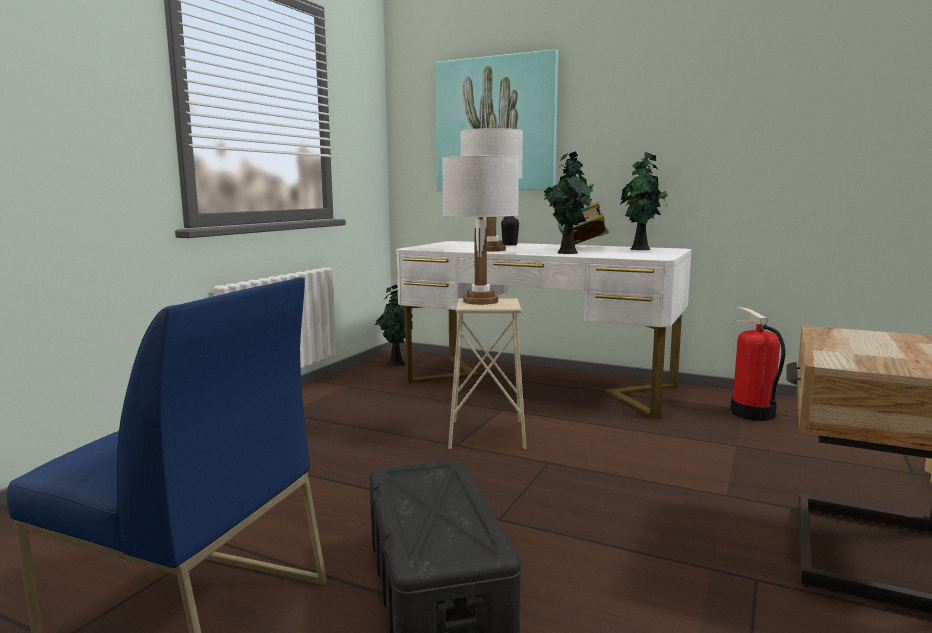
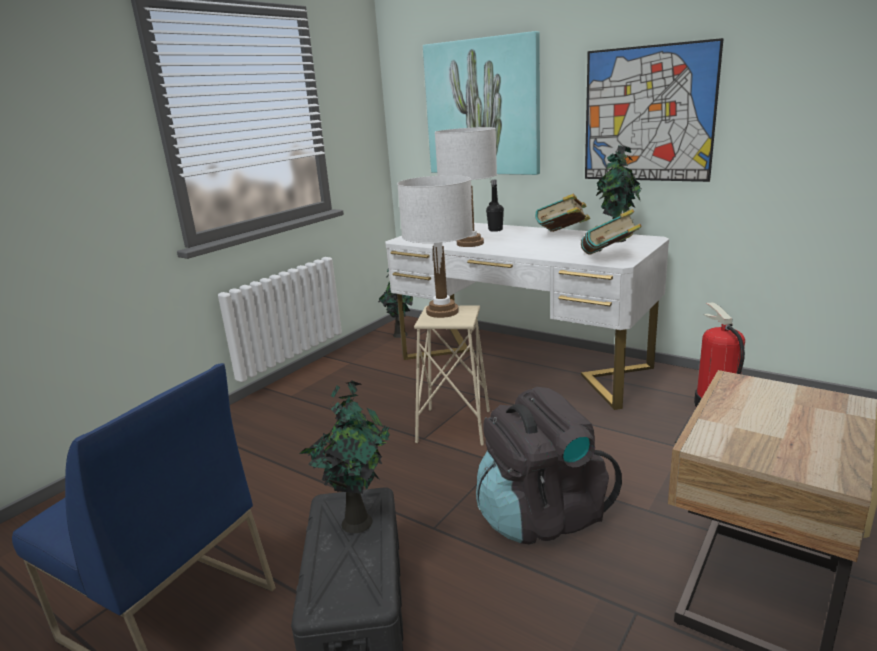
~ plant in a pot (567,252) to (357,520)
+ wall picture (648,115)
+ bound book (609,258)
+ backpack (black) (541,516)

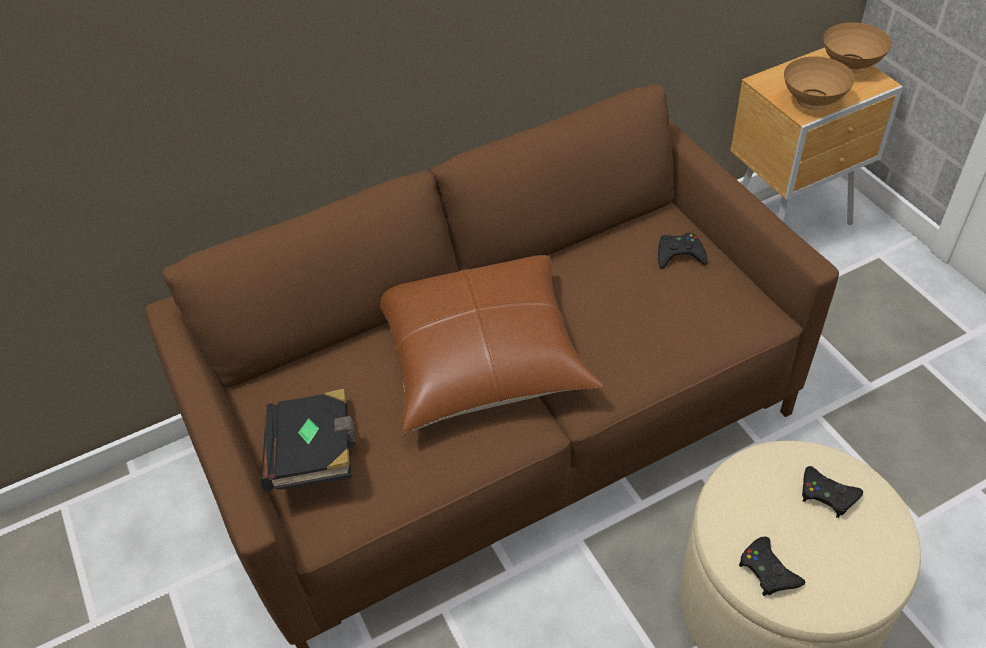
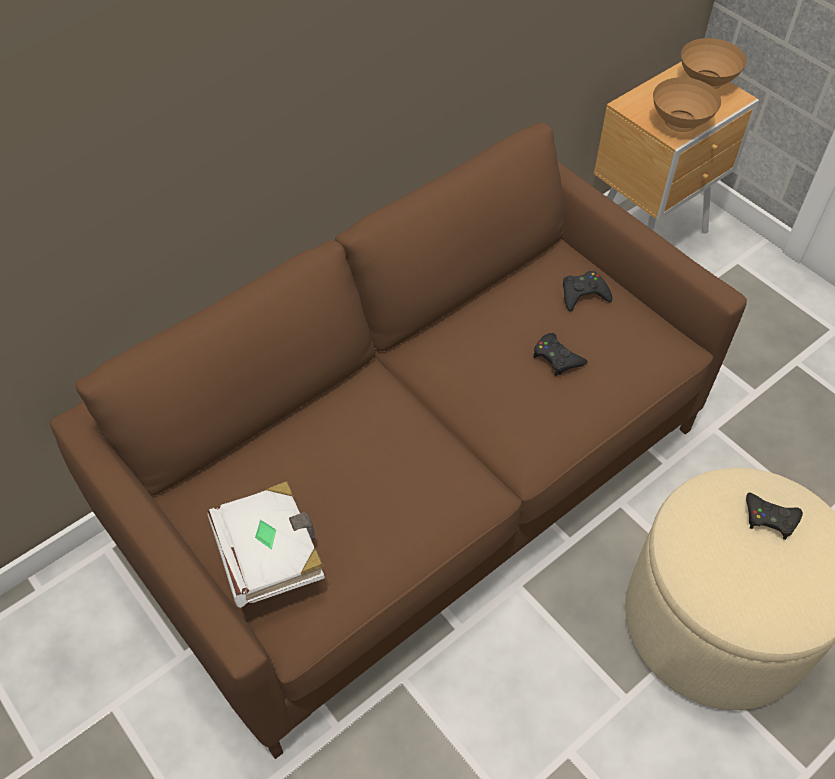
- pillow (brown) (483,359)
~ bound book (black) (315,453) to bound book (white-coloured) (270,554)
~ game controller (black) (768,571) to (557,358)

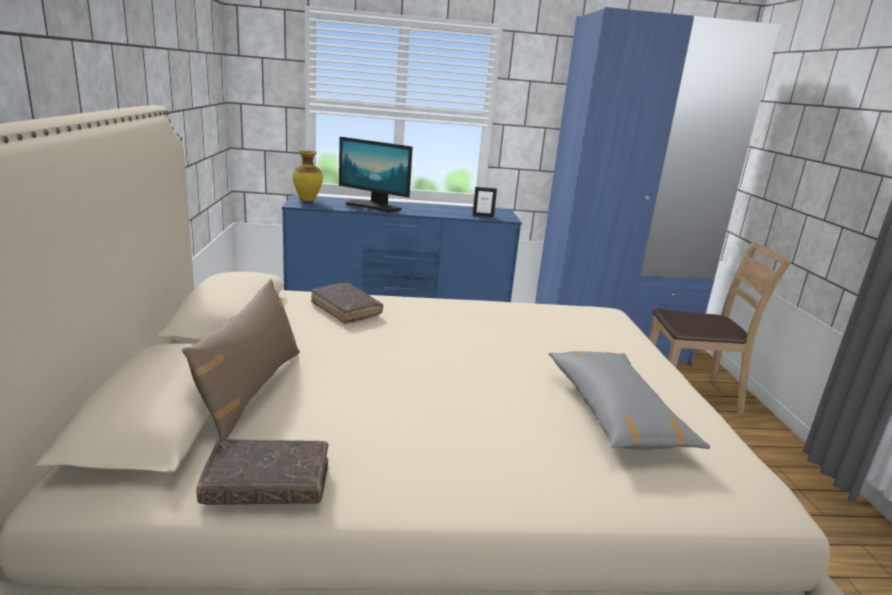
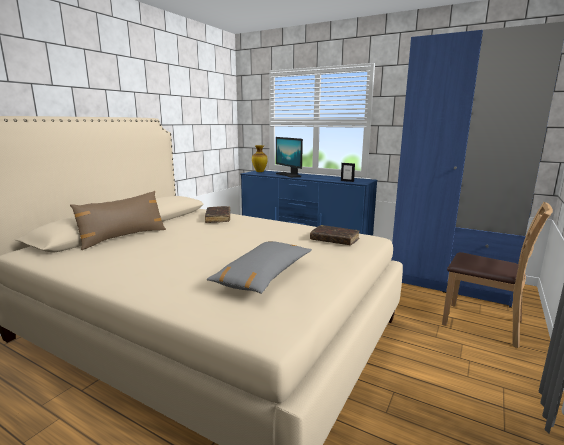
~ bound book (brown) (267,484) to (334,240)

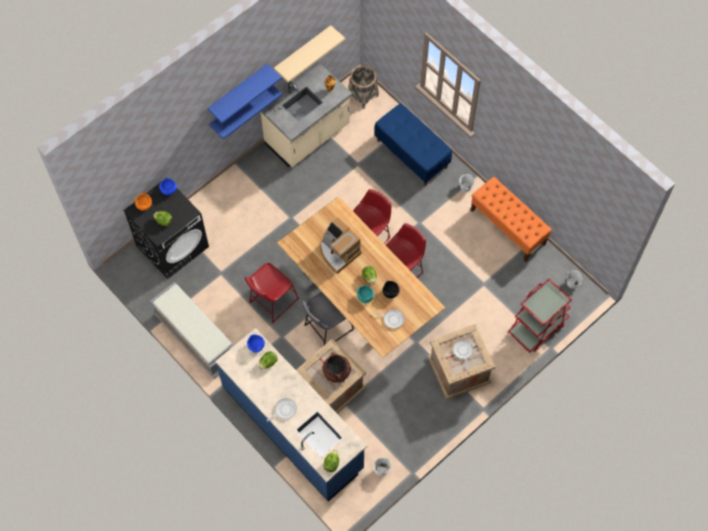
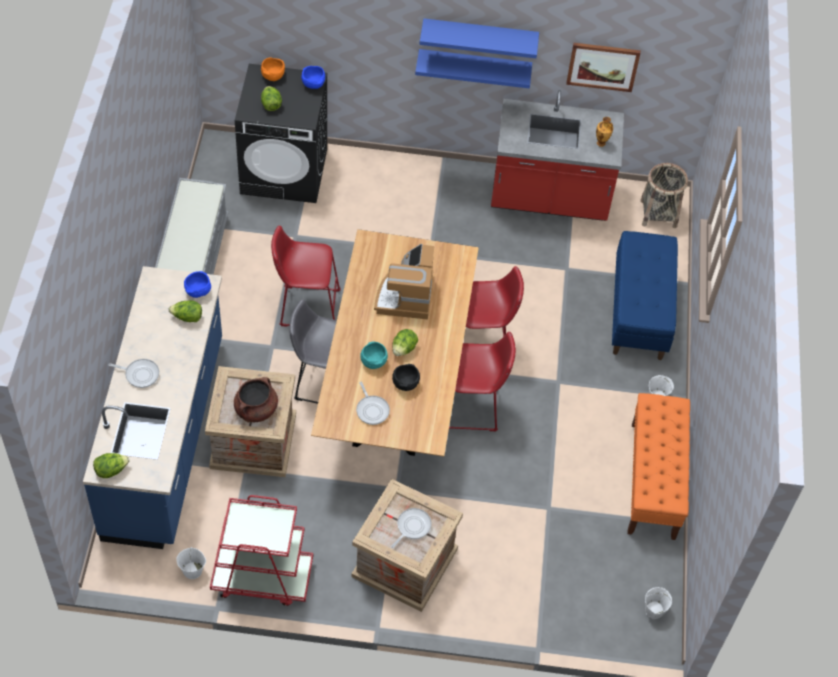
~ wall shelf (beige) (302,51) to wall picture (603,66)
~ counter (beige) (308,136) to counter (red) (549,198)
~ wheeled cart (red) (537,327) to (262,577)

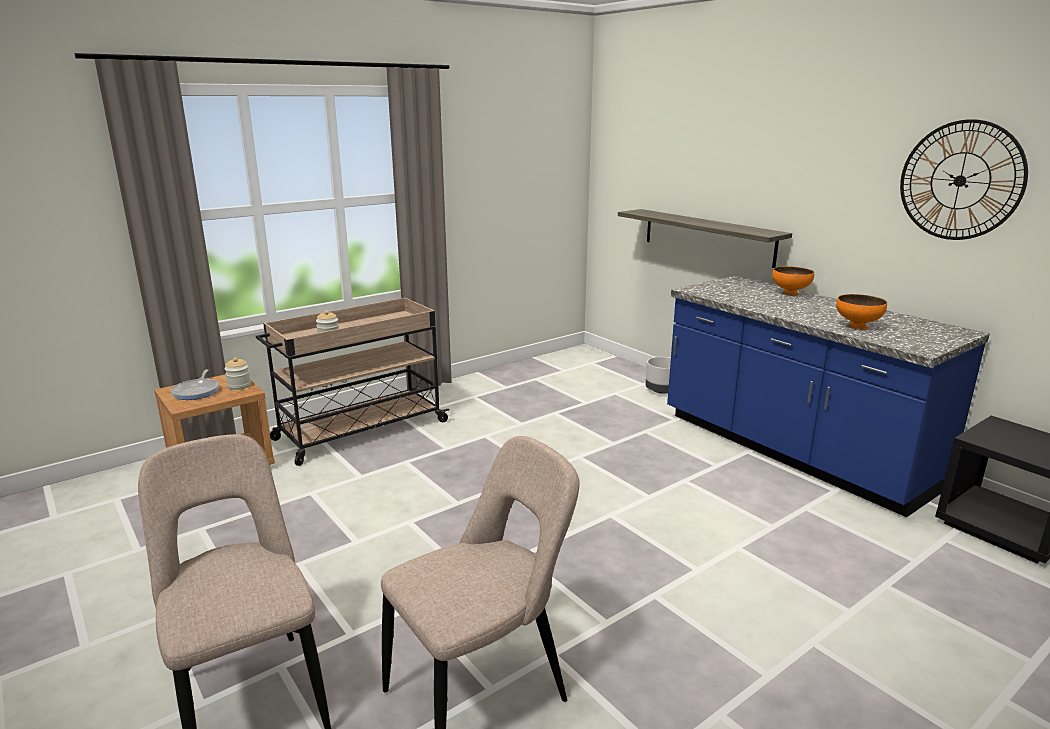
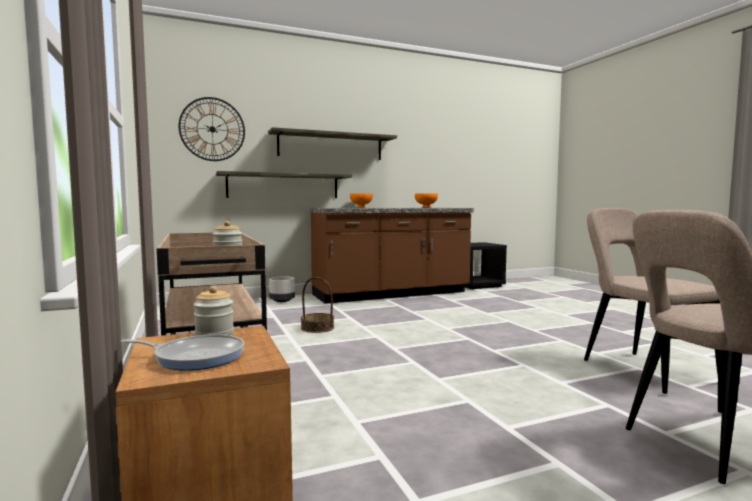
~ hanging clock (960,181) to (212,129)
~ counter (bluish) (792,450) to counter (brown) (391,294)
+ wall shelf (331,146)
+ household basket (317,328)

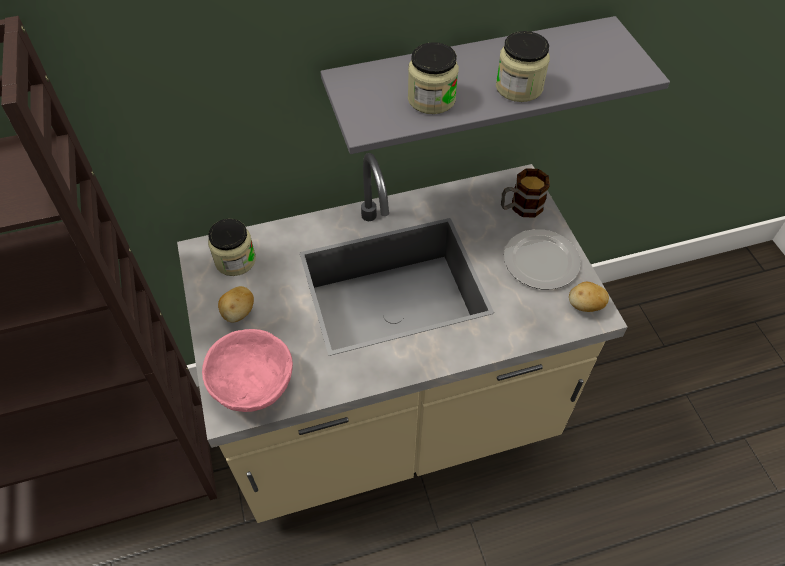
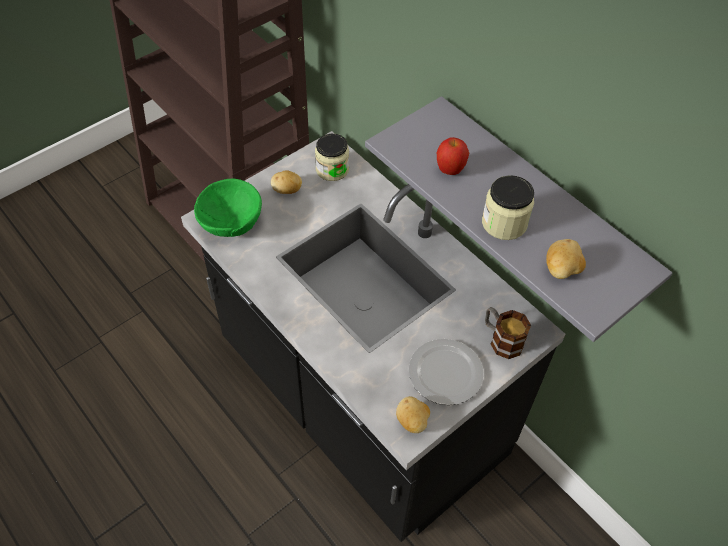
~ jar (431,99) to apple (450,170)
~ counter (beige) (392,420) to counter (black) (360,401)
~ serving bowl (pinkish) (255,385) to serving bowl (greenish) (231,224)
+ spud (561,270)

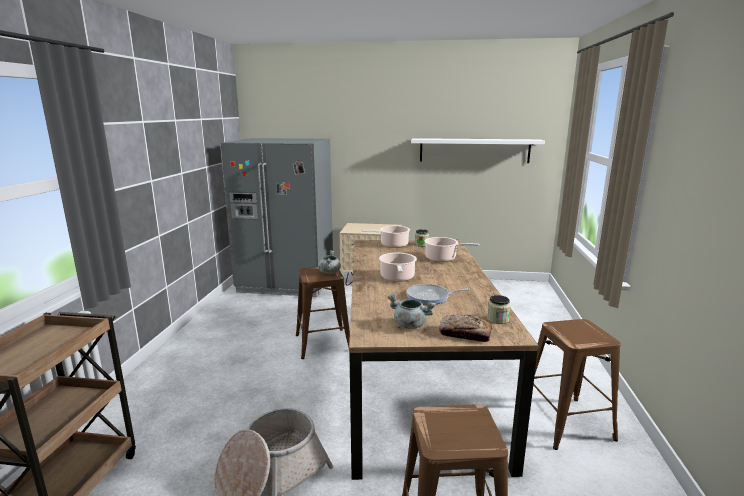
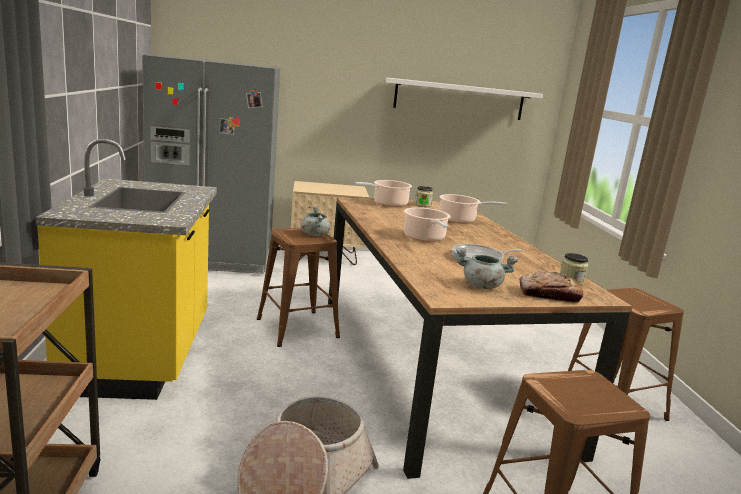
+ counter (yellow-coloured) (142,355)

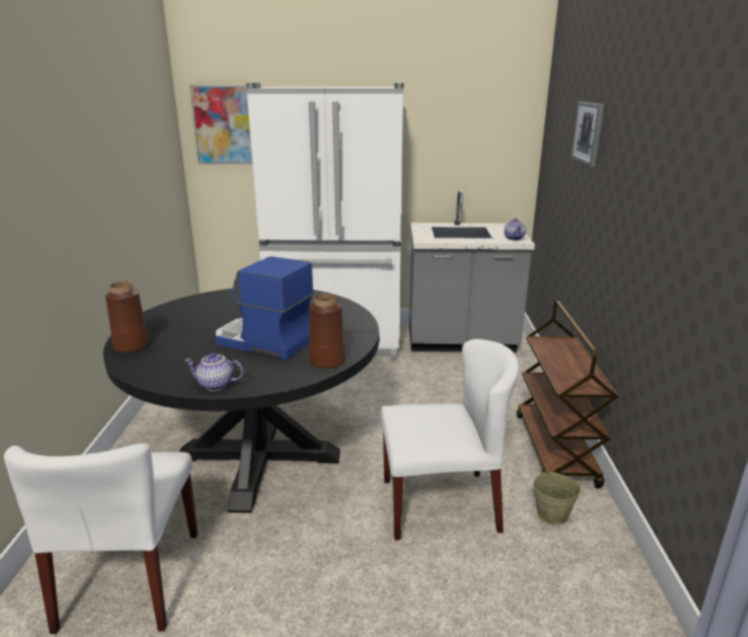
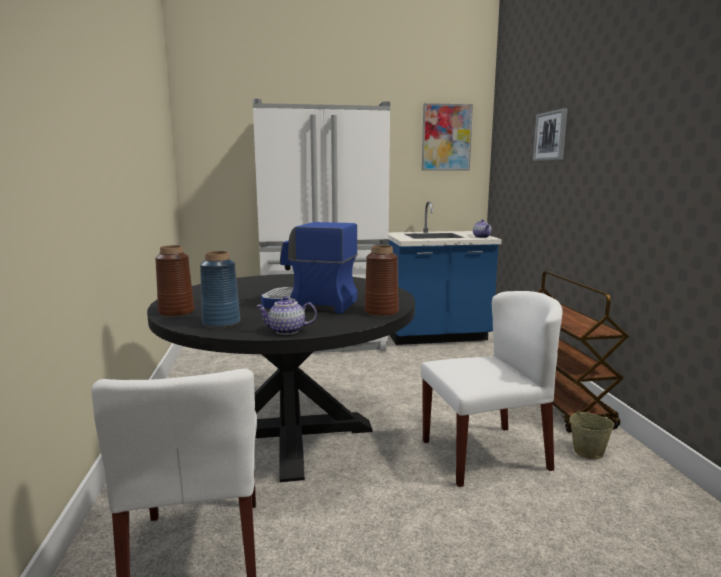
~ wall picture (224,125) to (446,137)
~ counter (greyish) (461,342) to counter (bluish) (436,336)
+ flower vase (bluish) (221,323)

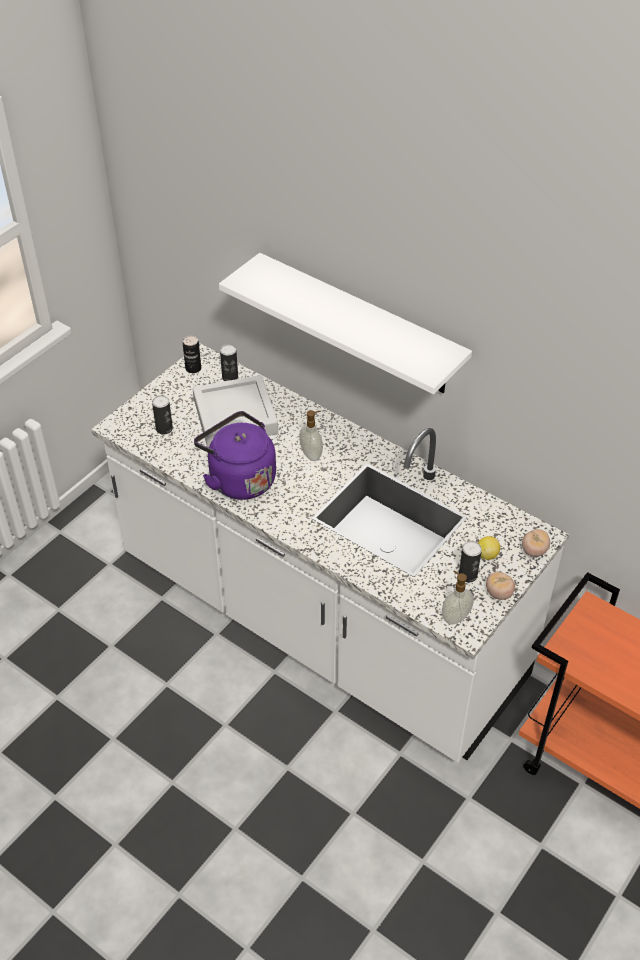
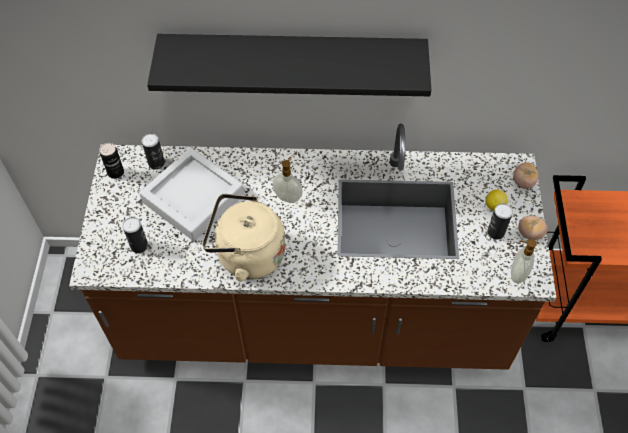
~ wall shelf (white-coloured) (360,325) to wall shelf (black) (292,60)
~ counter (white-coloured) (320,620) to counter (brown) (314,317)
~ kettle (purplish) (239,478) to kettle (beige) (246,255)

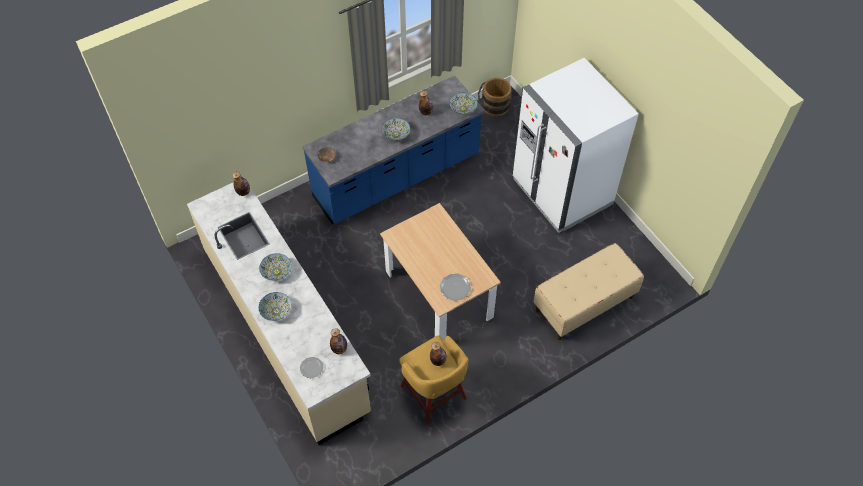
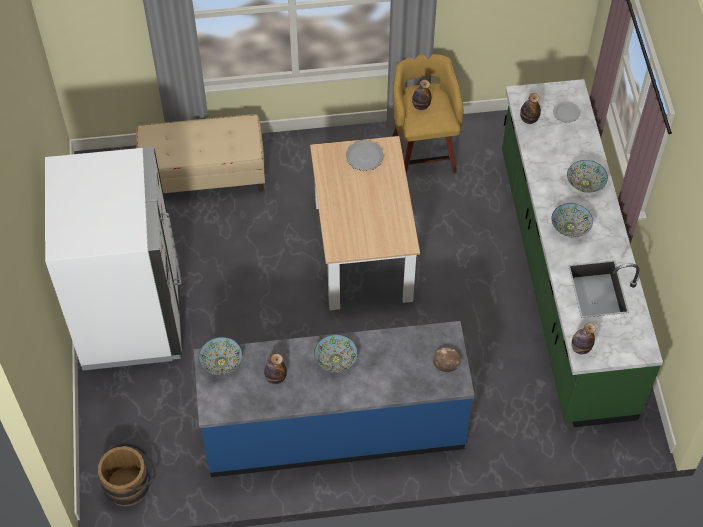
~ counter (beige) (286,329) to counter (greenish) (563,281)

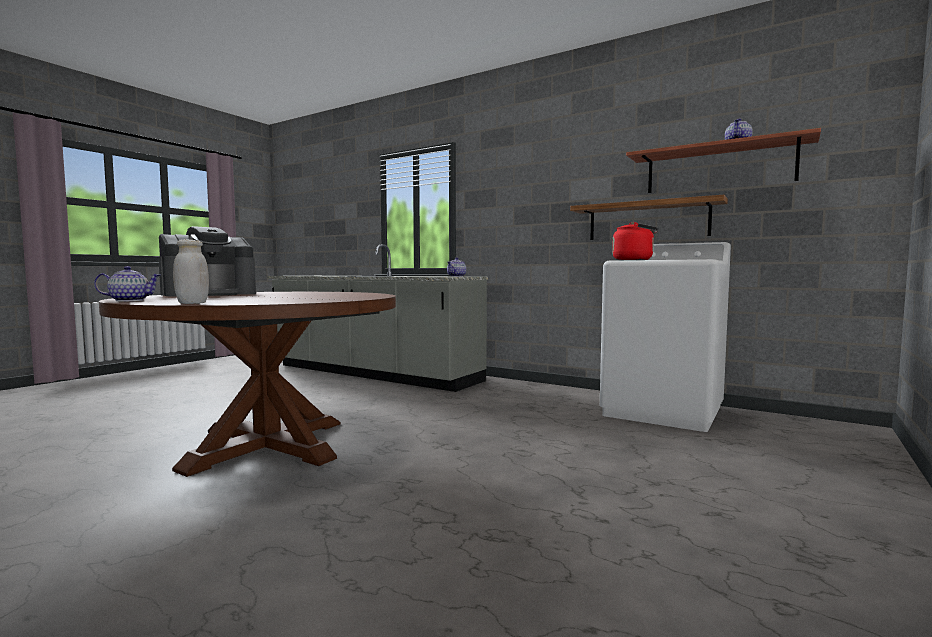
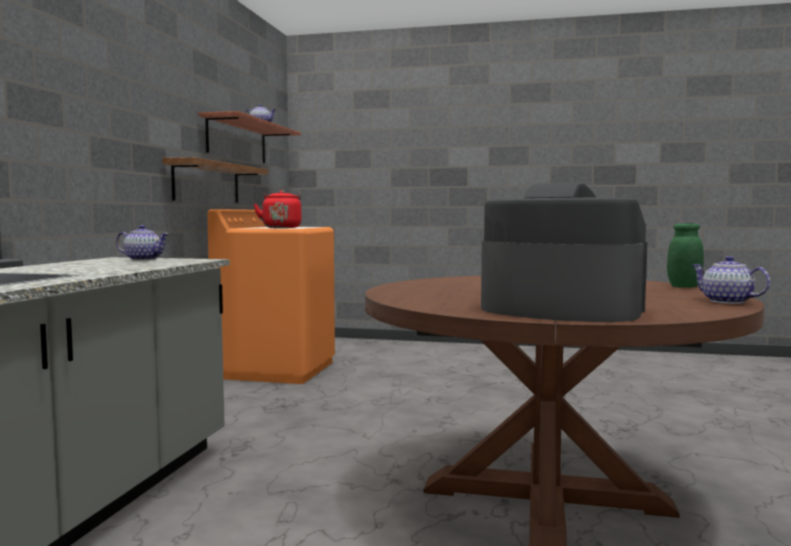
~ jar (white-coloured) (192,303) to jar (greenish) (684,287)
~ laundry appliance (white-coloured) (663,411) to laundry appliance (orange-coloured) (276,369)

